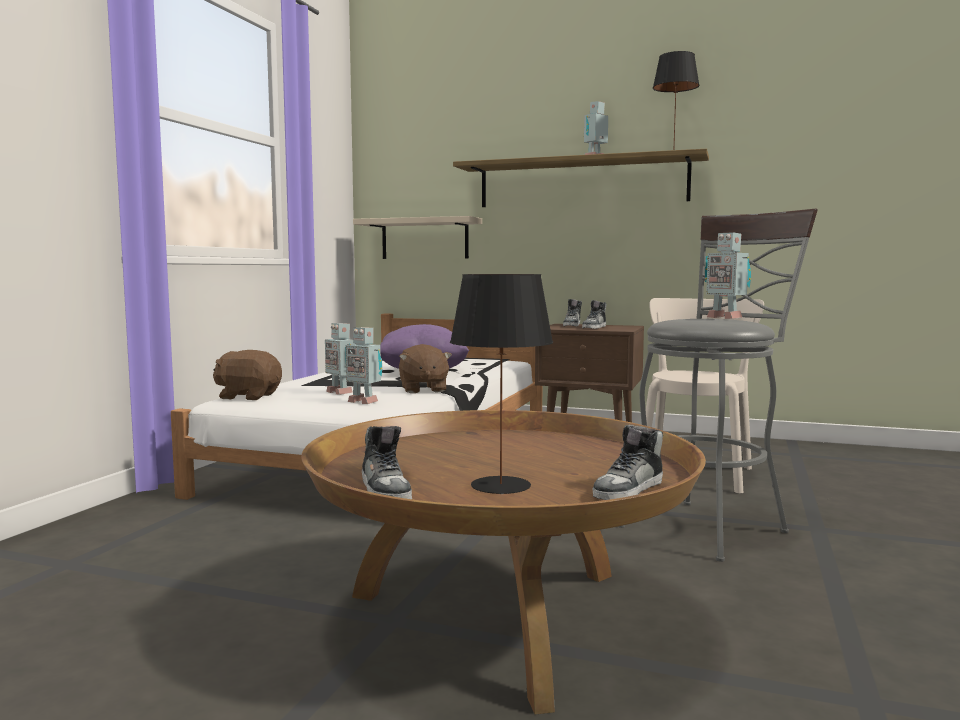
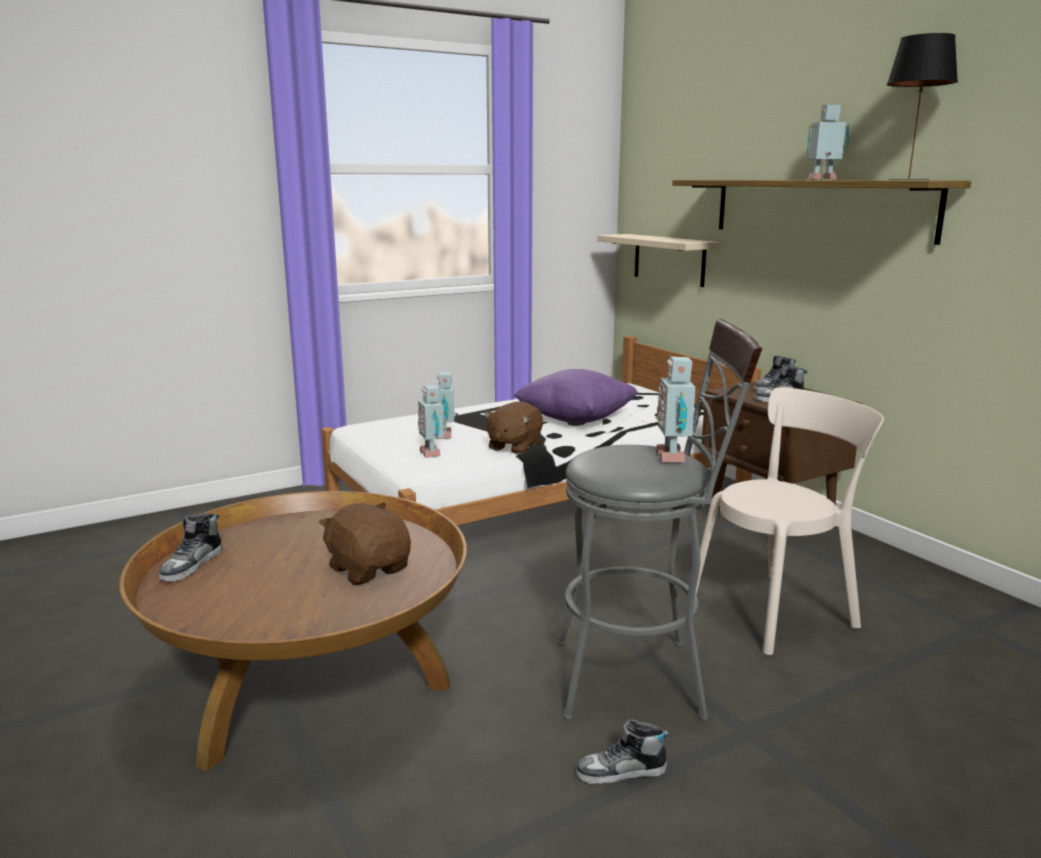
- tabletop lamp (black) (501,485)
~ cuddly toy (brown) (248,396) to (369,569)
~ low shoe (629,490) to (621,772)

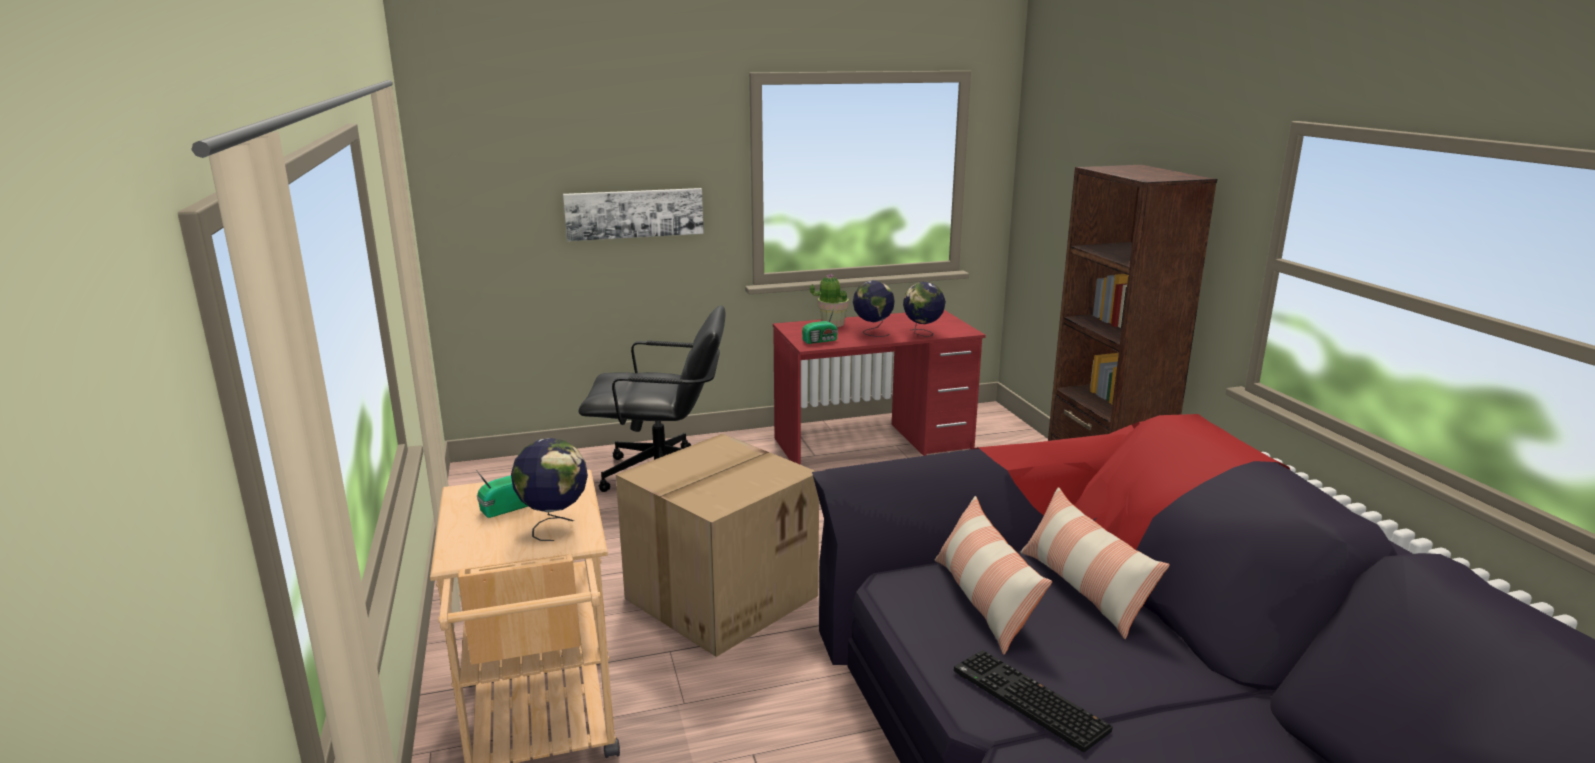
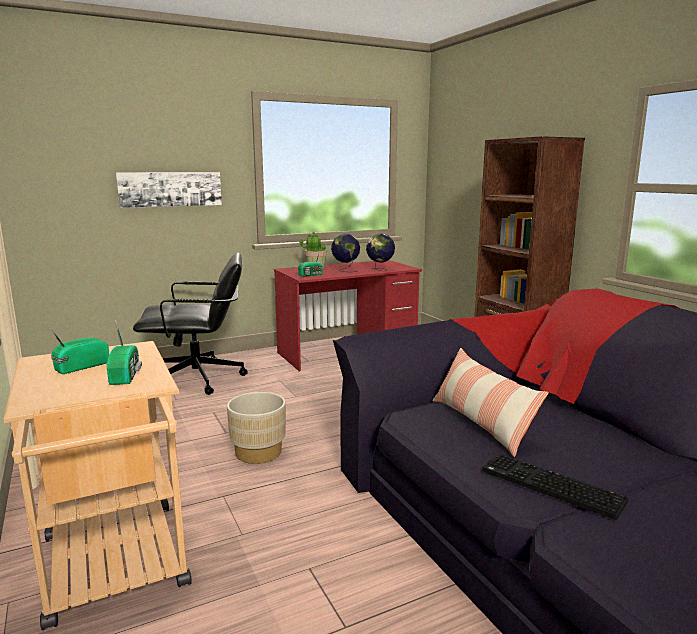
~ carton (721,595) to planter (beige) (258,452)
~ desk globe (554,525) to radio set (126,375)
- pillow (1083,589)

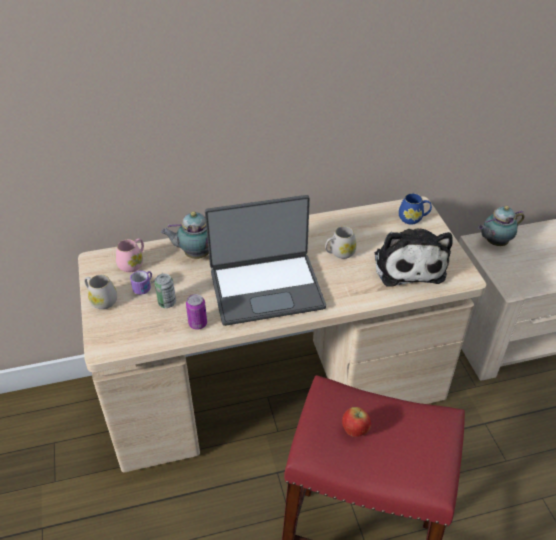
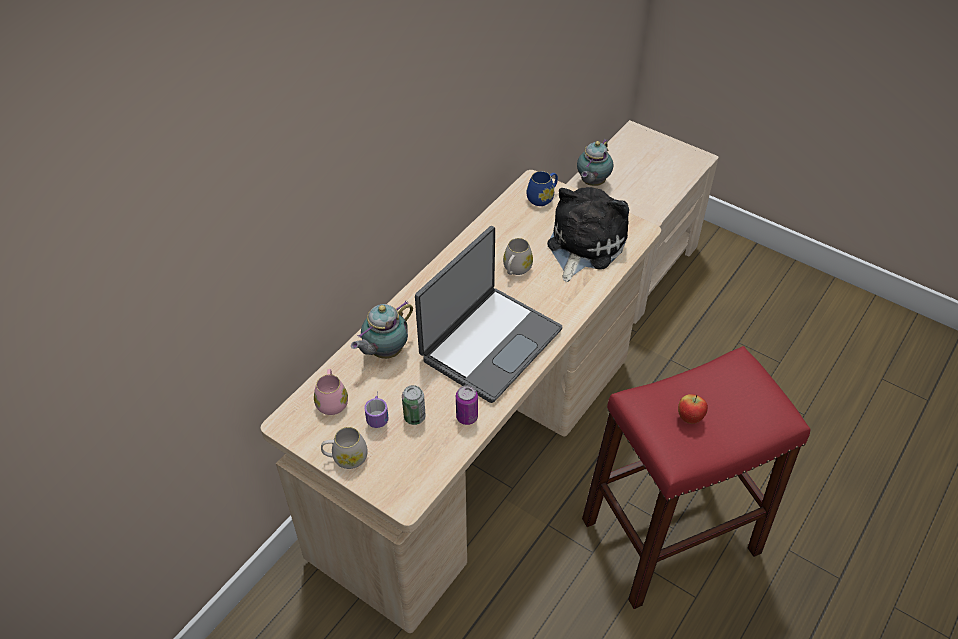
~ cuddly toy (408,264) = (583,245) 105 degrees counterclockwise

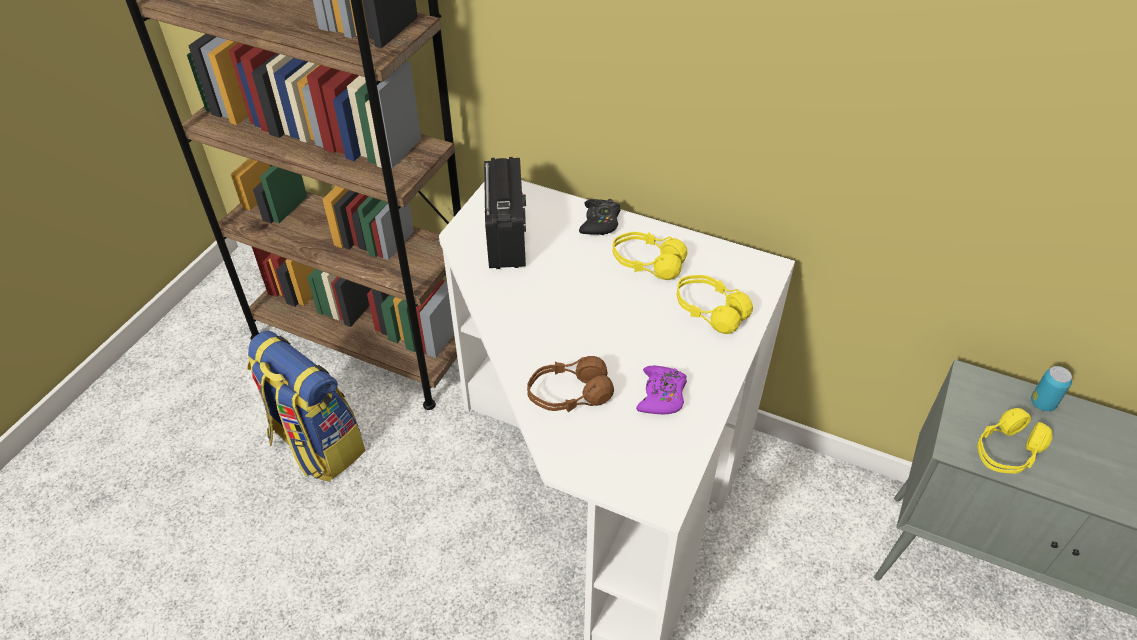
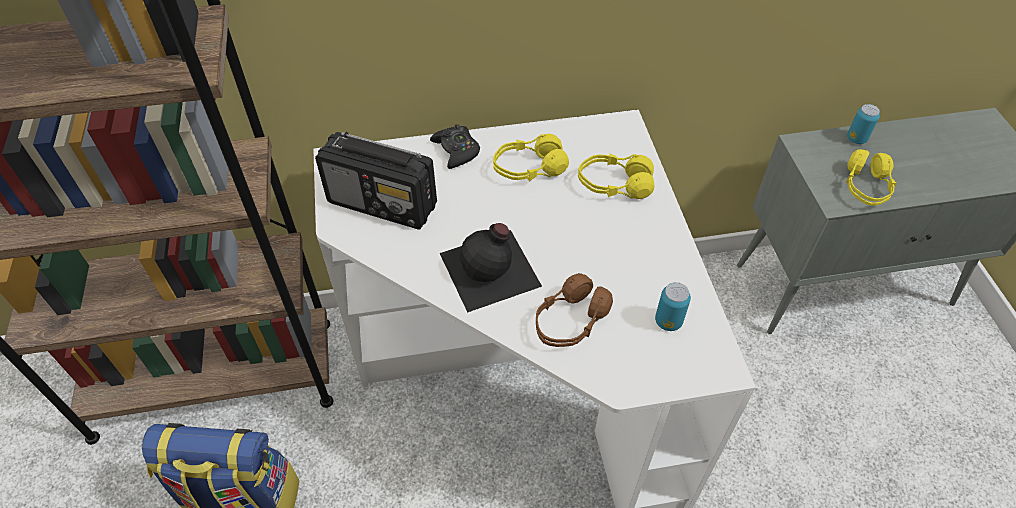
~ radio set (506,236) = (383,204) 150 degrees clockwise
- game controller (purplish) (661,395)
+ beverage bottle (black) (491,270)
+ metal can (668,321)

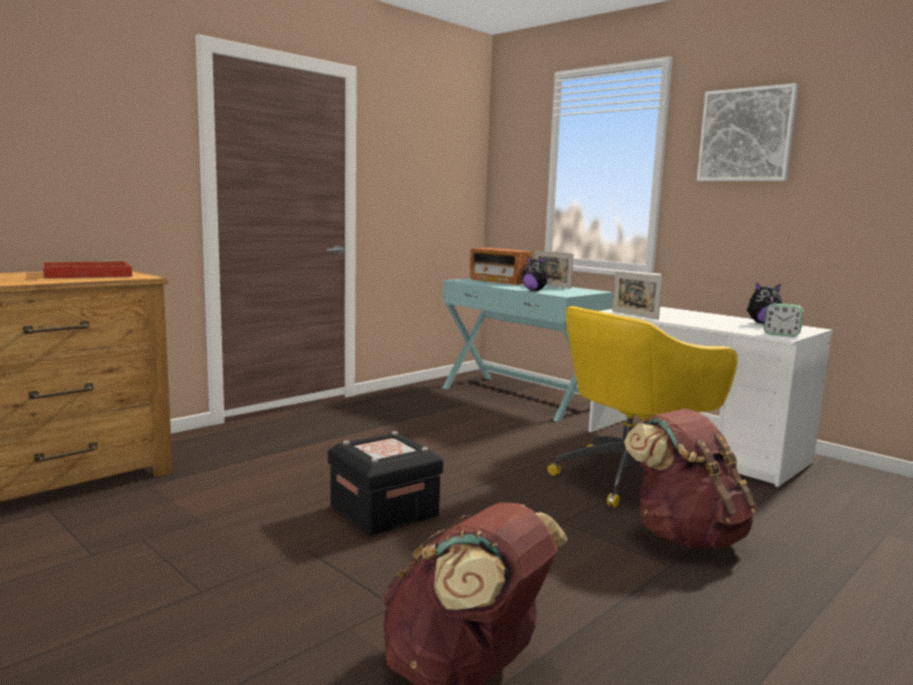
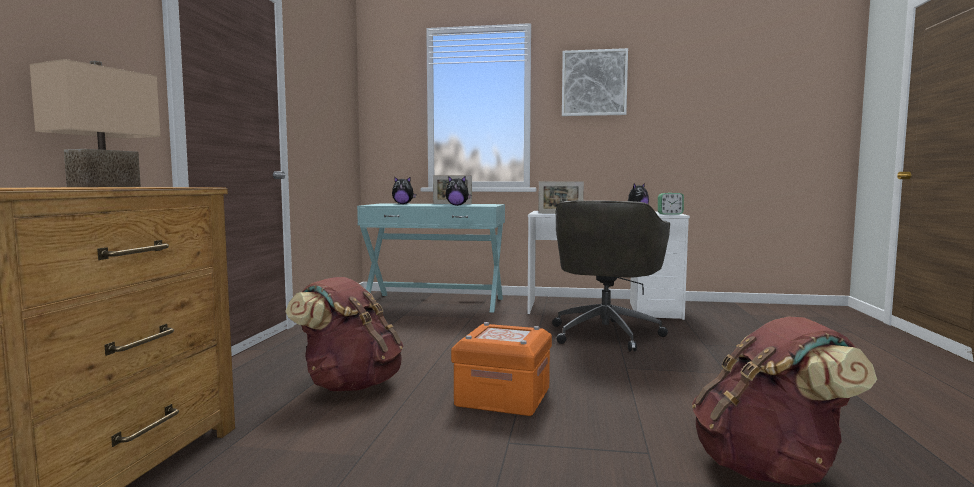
~ radio set (499,281) to cuddly toy (403,204)
~ serving tray (red) (85,274) to tabletop lamp (beige) (105,186)
~ computer chair (yellow-coloured) (629,478) to computer chair (greyish) (606,334)
~ backpack (brown) (685,536) to (350,385)
~ storage bin (black) (384,511) to storage bin (orange-coloured) (503,397)

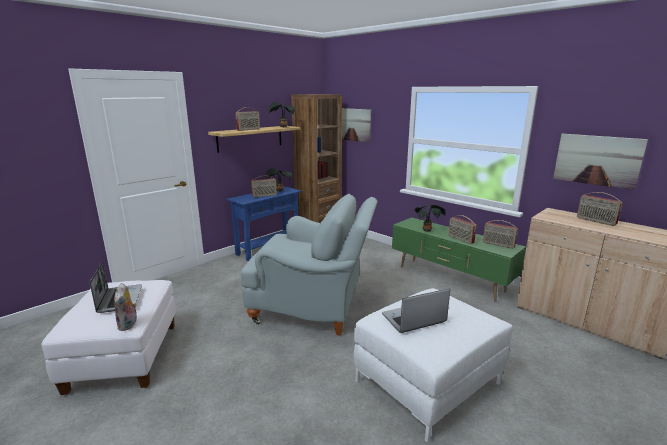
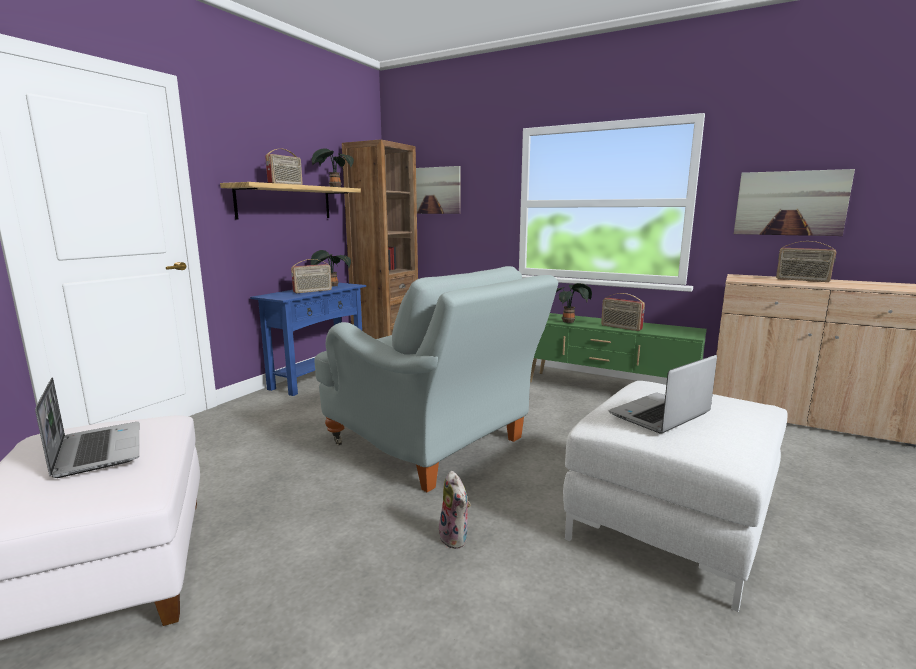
~ armchair (greyish) (314,307) = (434,444) 45 degrees clockwise
- radio set (498,245)
~ cuddly toy (128,325) to (456,538)

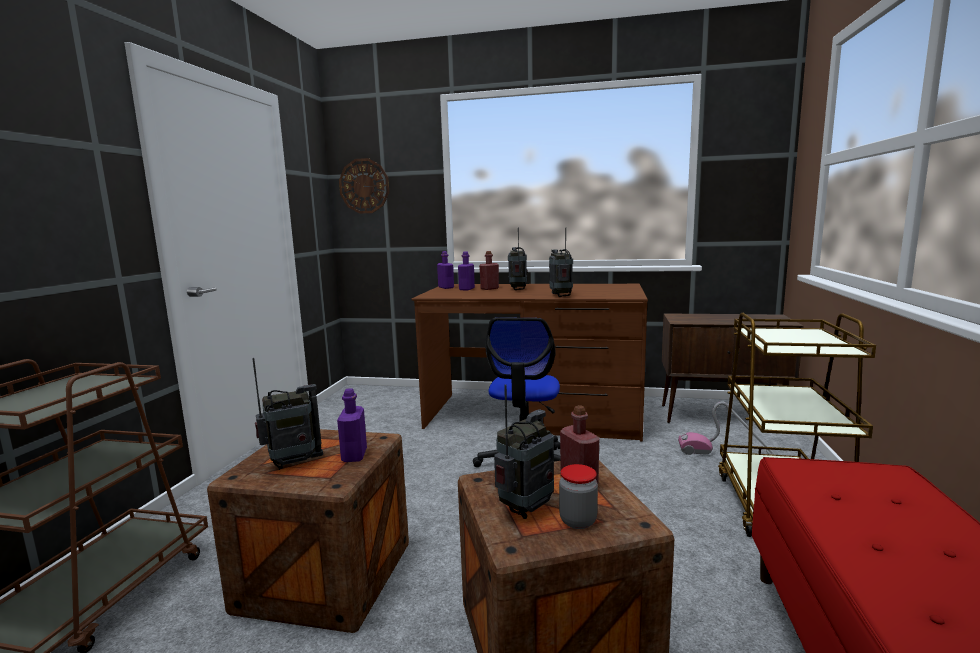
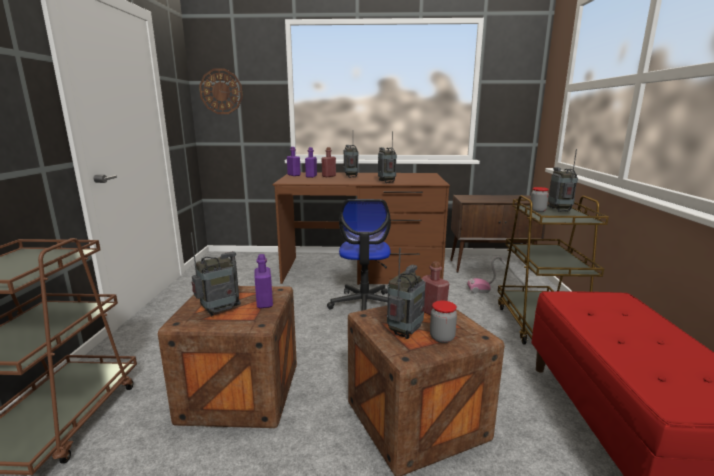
+ radio set (559,210)
+ jar (537,210)

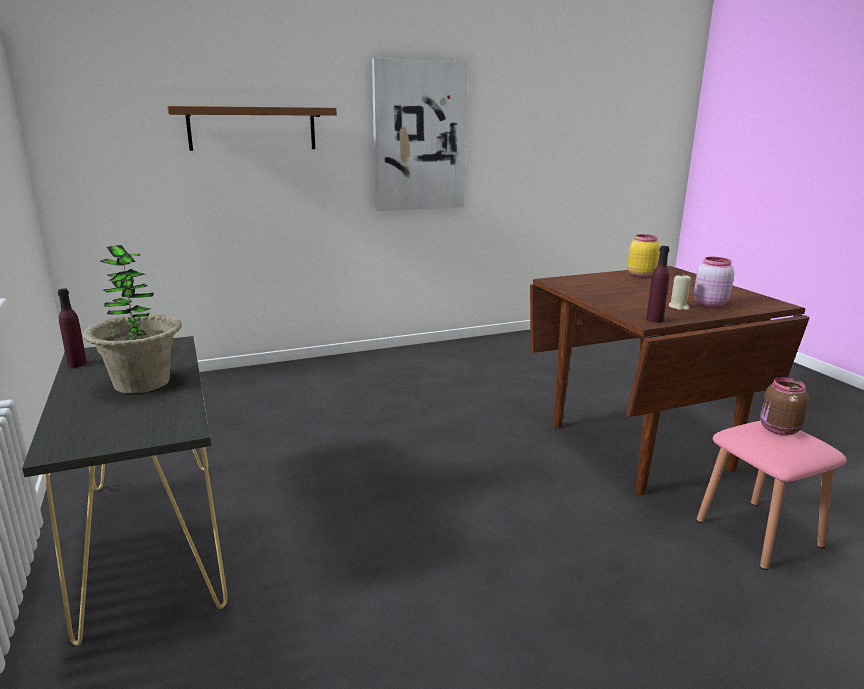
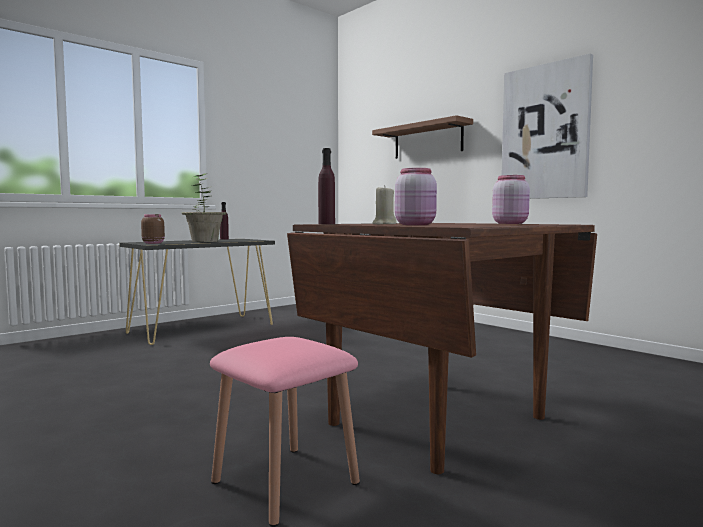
~ jar (yellow-coloured) (640,274) to jar (pinkish) (510,223)
~ jar (brown) (778,429) to (153,243)

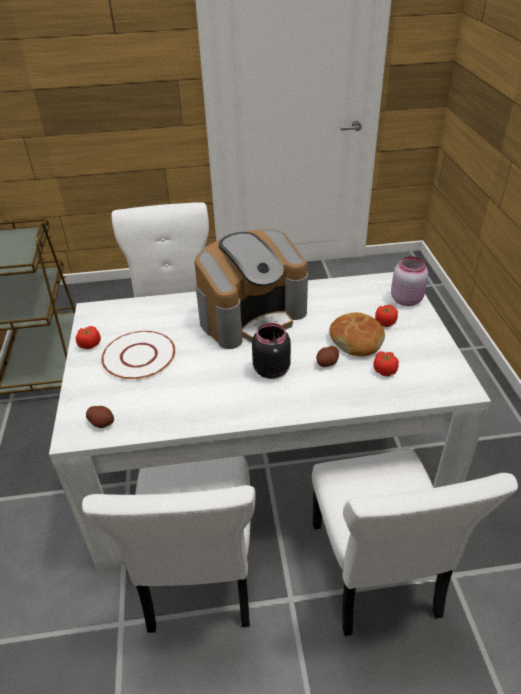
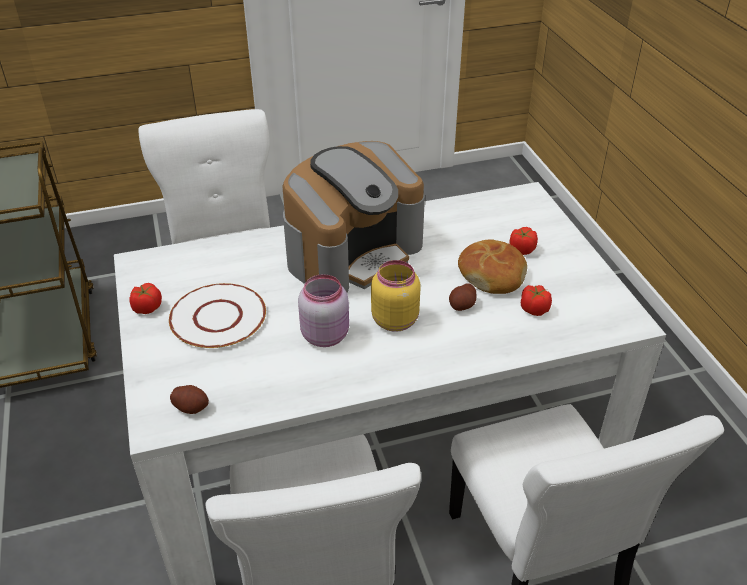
~ jar (pinkish) (406,299) to (325,334)
~ jar (black) (272,369) to jar (yellow-coloured) (395,319)

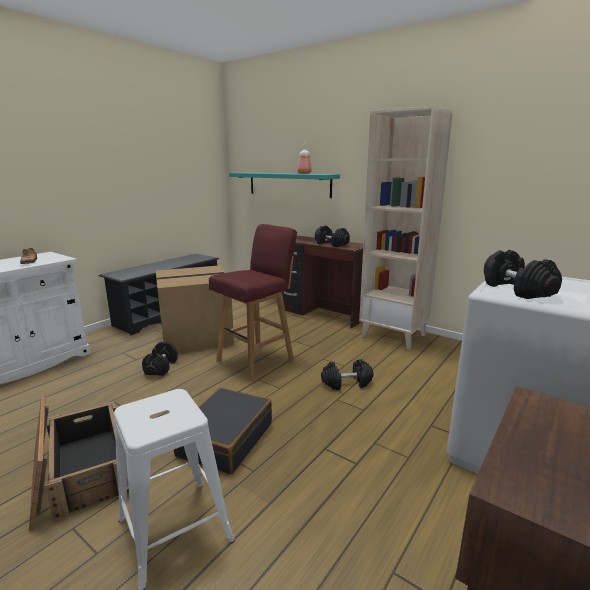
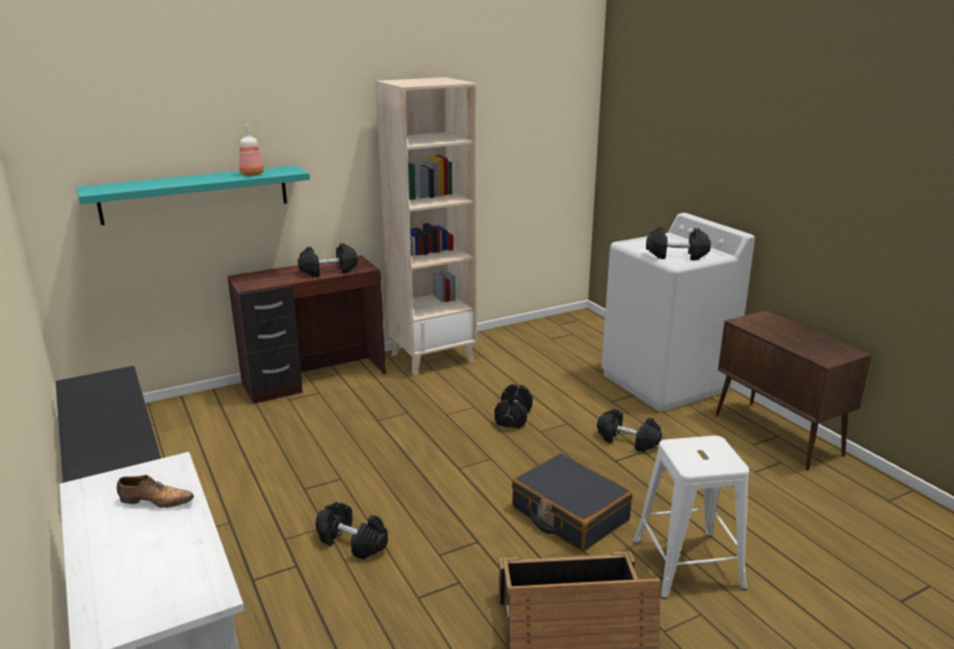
- stool (red) (257,360)
- carton (197,336)
+ hand weight (black) (627,441)

